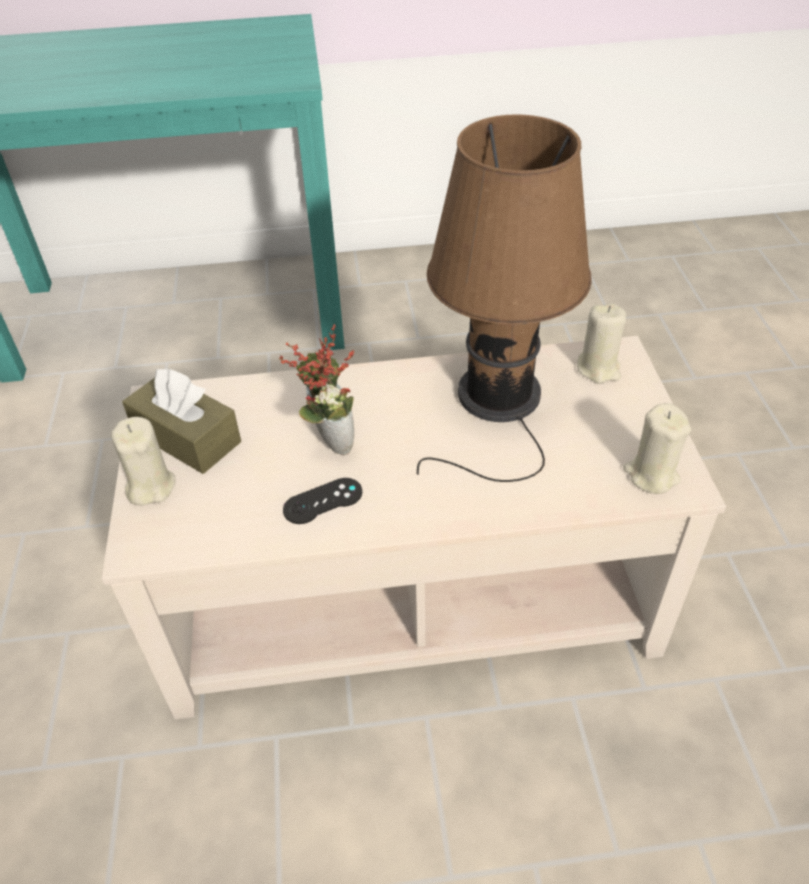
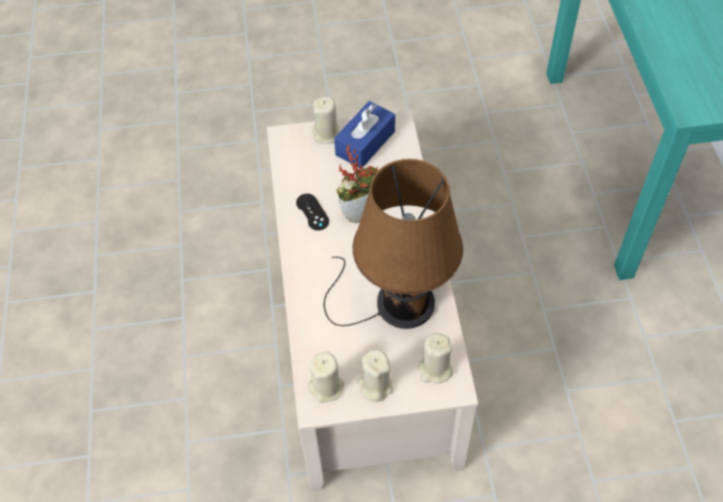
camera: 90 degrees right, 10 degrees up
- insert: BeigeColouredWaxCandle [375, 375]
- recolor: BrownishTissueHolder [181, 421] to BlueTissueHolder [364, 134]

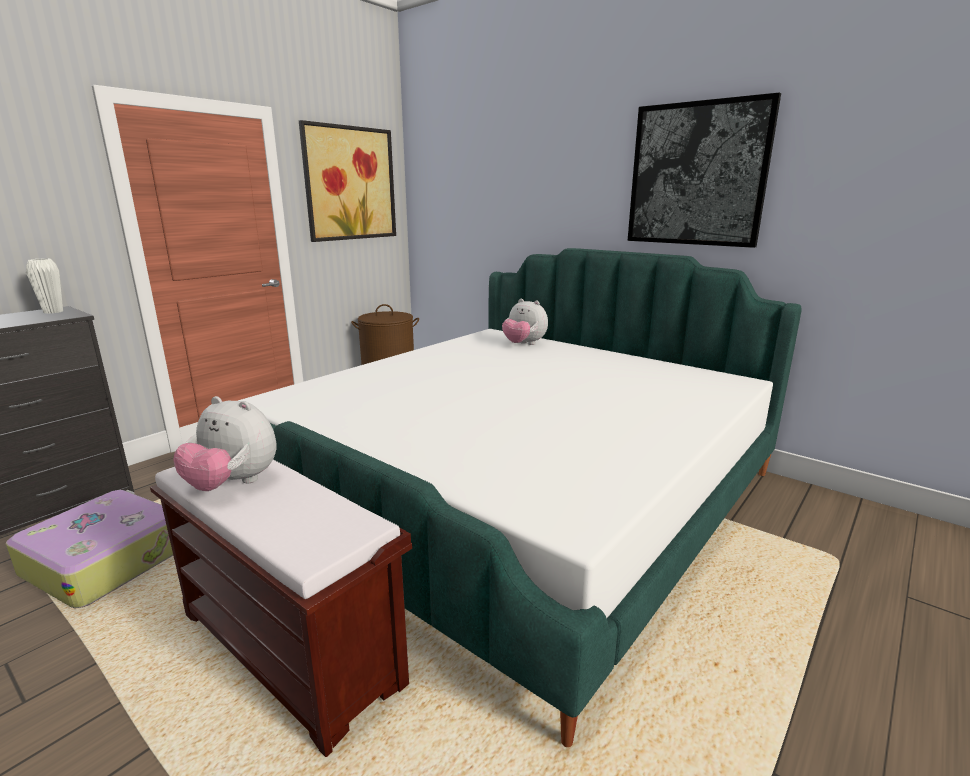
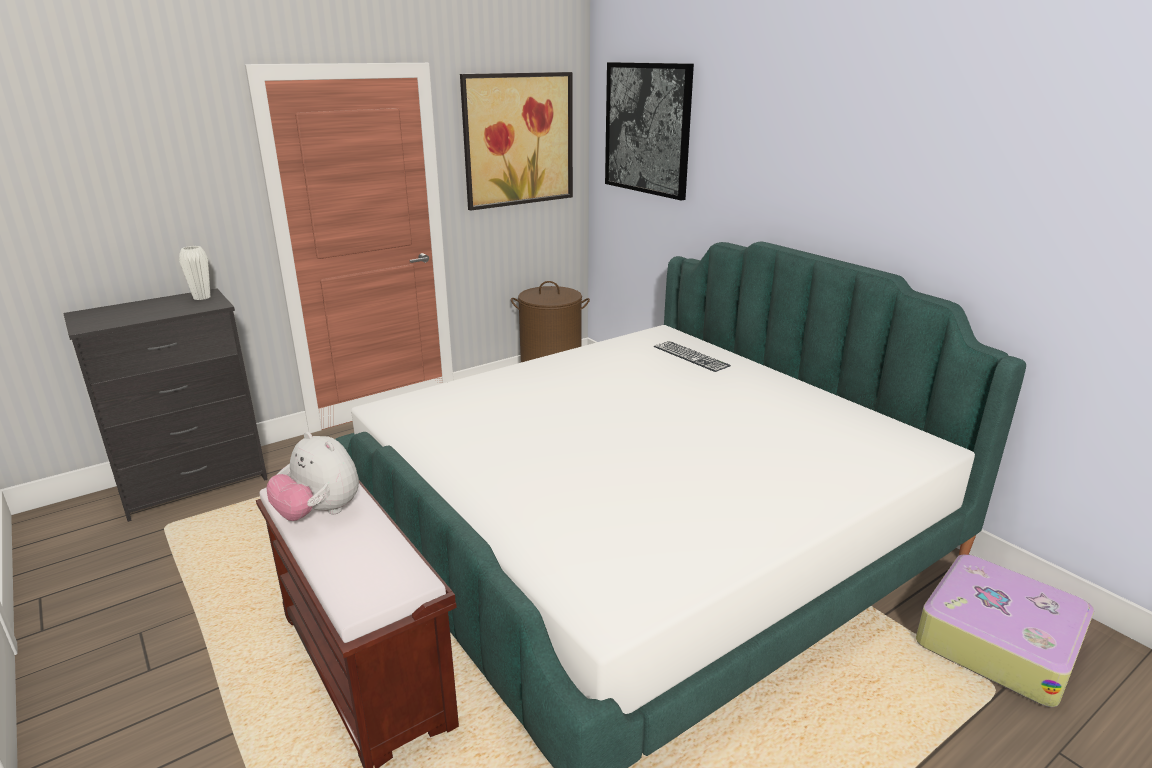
camera: 15 degrees right, 5 degrees up
- move: TravelCase [89, 549] to [1005, 630]
- move: Picture [704, 170] to [649, 131]
- replace: PlushToy [525, 322] to ComputerKeyboard [692, 356]

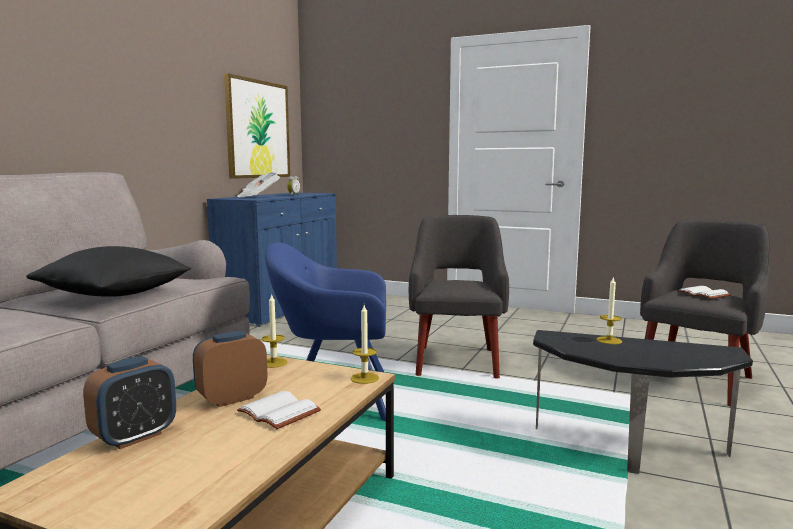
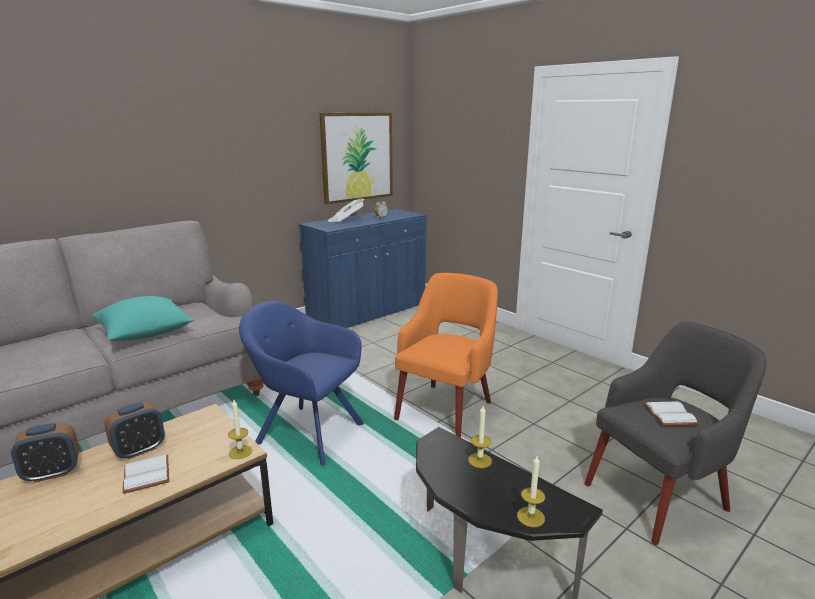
camera: 25 degrees right, 10 degrees up
- move: WaxCandle [274, 330] to [531, 491]
- recolor: BlackPillow [108, 271] to TurquoiseColouredPillow [142, 318]
- recolor: GrayEasyChair [459, 297] to OrangeEasyChair [446, 355]
- rotate: BedsideClock [230, 368] = [135, 431] 150 degrees clockwise

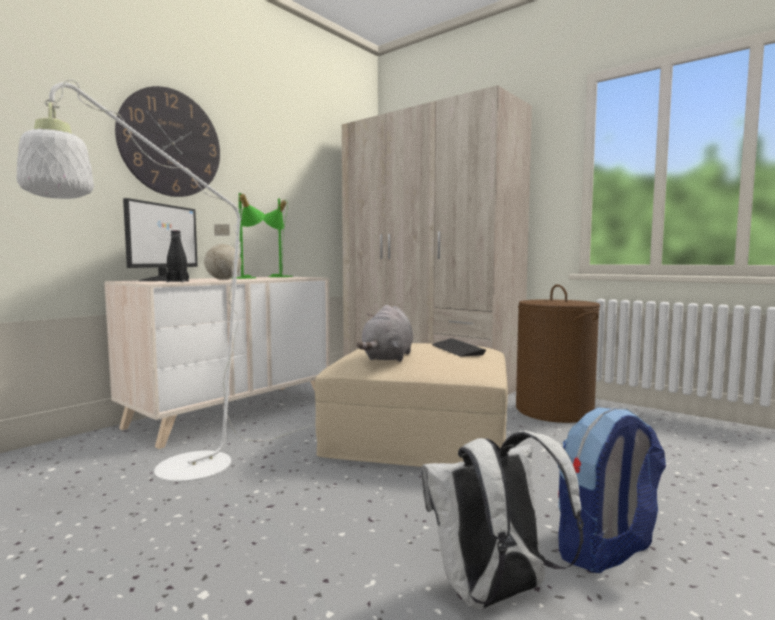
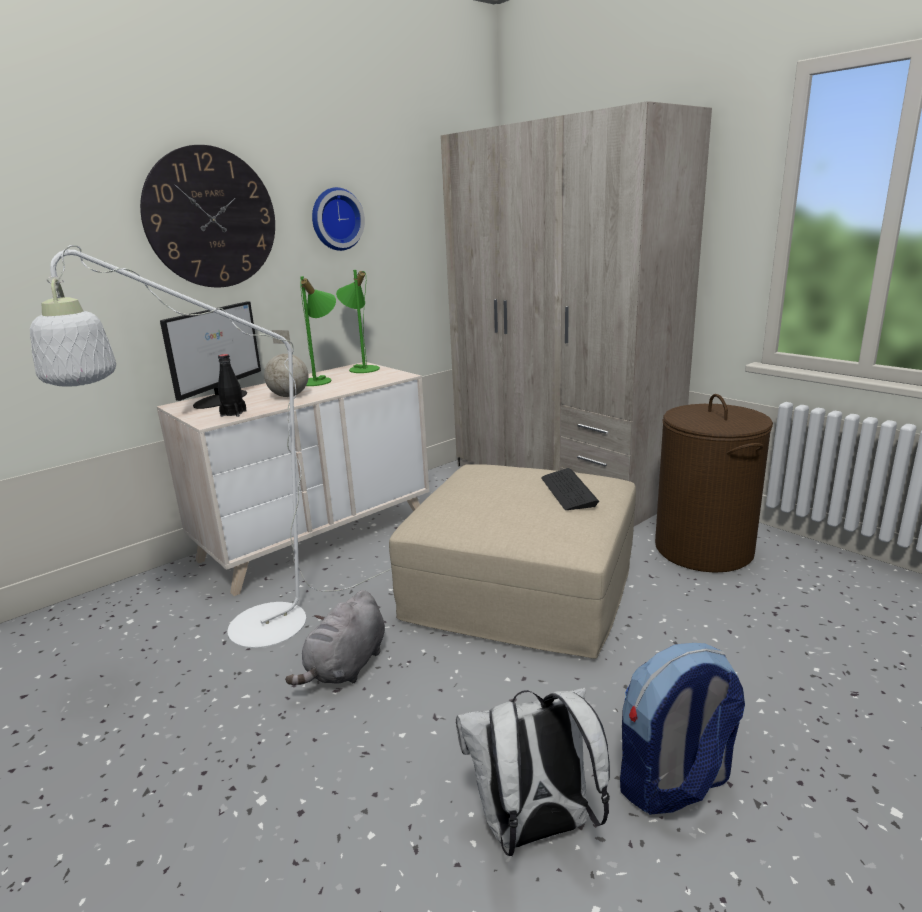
camera: 10 degrees right, 15 degrees up
- insert: WallClock [338, 219]
- move: GrayPlushToy [384, 333] to [335, 637]

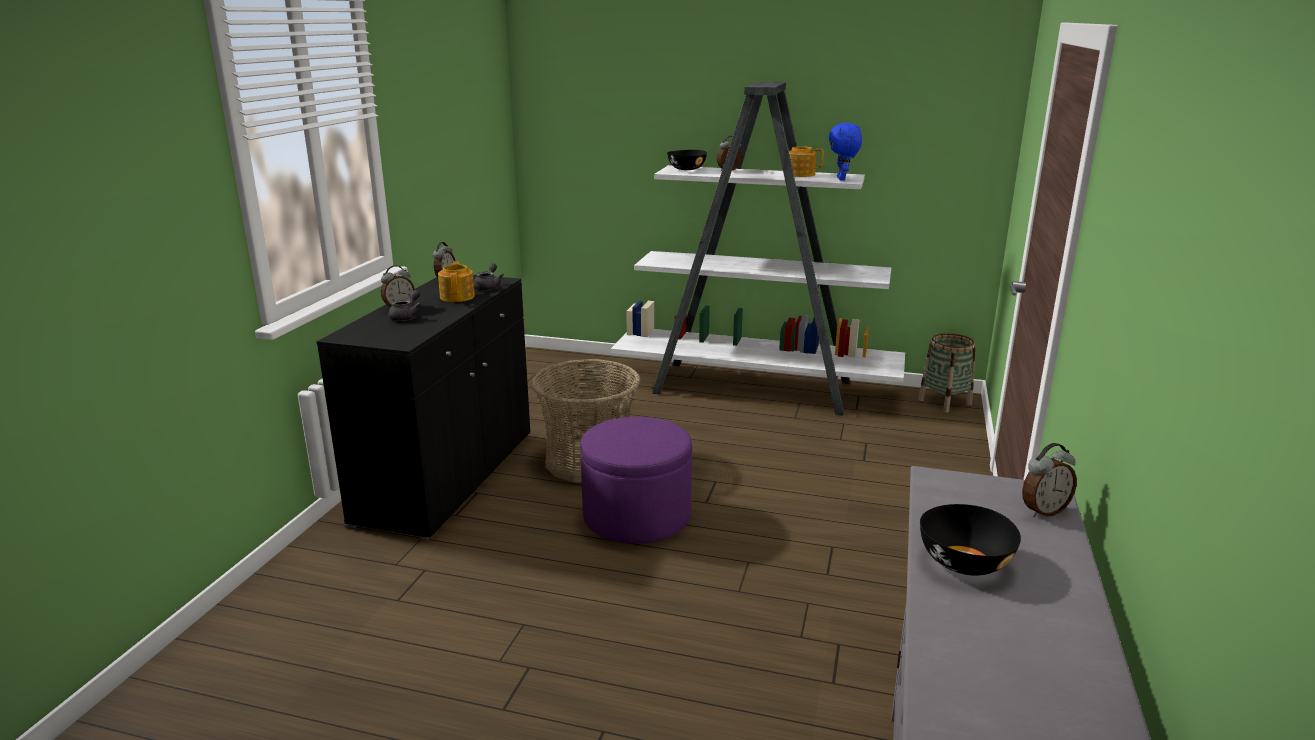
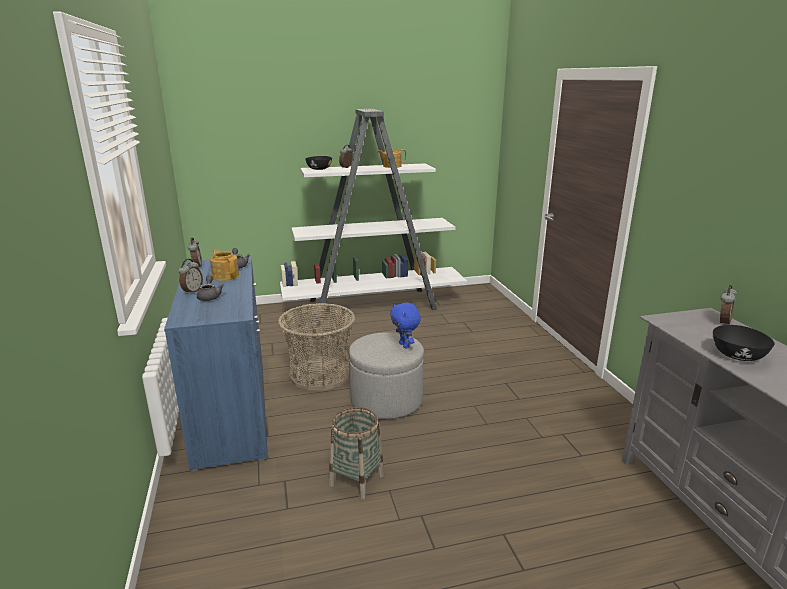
camera: 30 degrees left, 0 degrees up
- move: BluePlushToy [845, 152] to [405, 326]
- move: HouseholdBasket [946, 372] to [356, 453]
- recolor: BlackCabinet [423, 407] to BlueCabinet [216, 364]
- recolor: PurpleOttoman [636, 480] to GrayOttoman [386, 375]

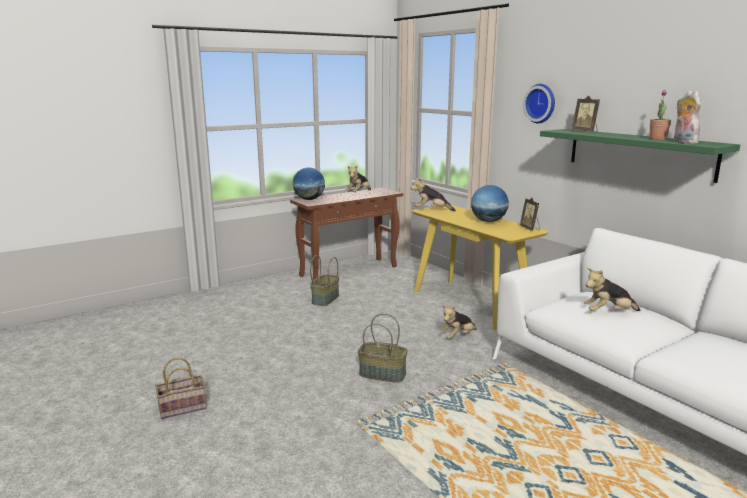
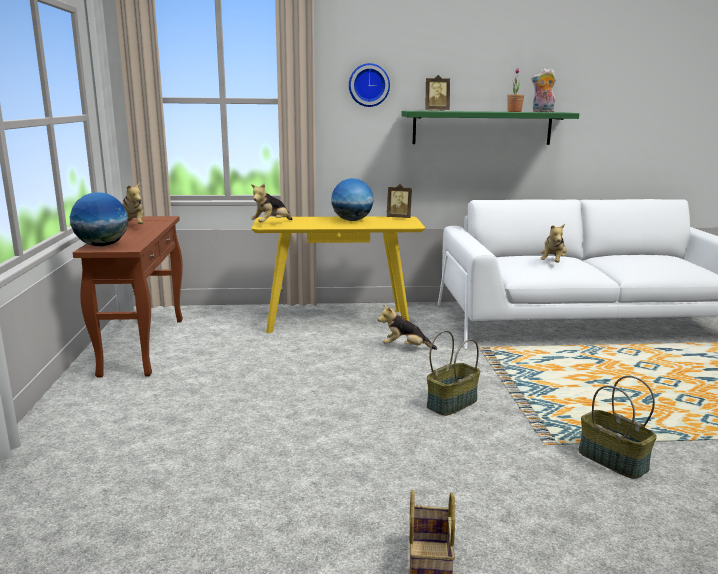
camera: 60 degrees left, 0 degrees up
- move: HouseholdBasket [324, 280] to [617, 427]
- rotate: PlushToy [458, 322] = [407, 327] 105 degrees clockwise

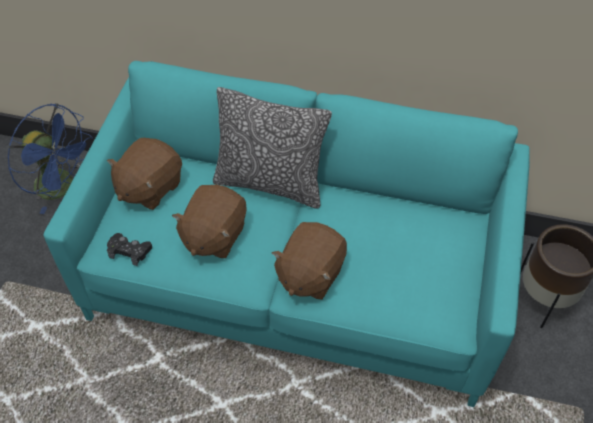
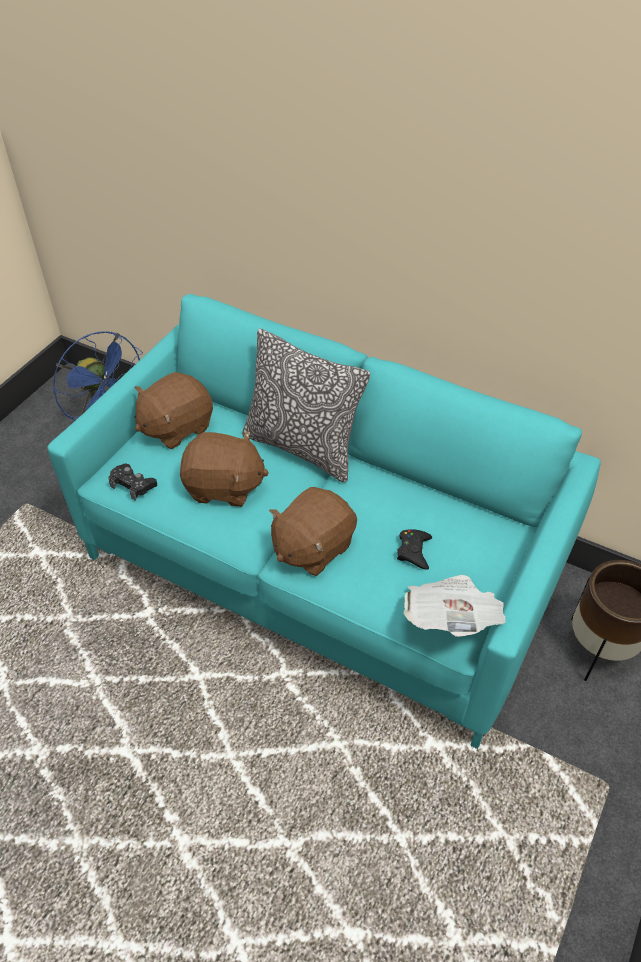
camera: 15 degrees right, 5 degrees down
- insert: BlackJoypad [414, 549]
- insert: DailyPaper [454, 606]
- rotate: BrownishPlushToy [209, 221] = [224, 469] 120 degrees counterclockwise

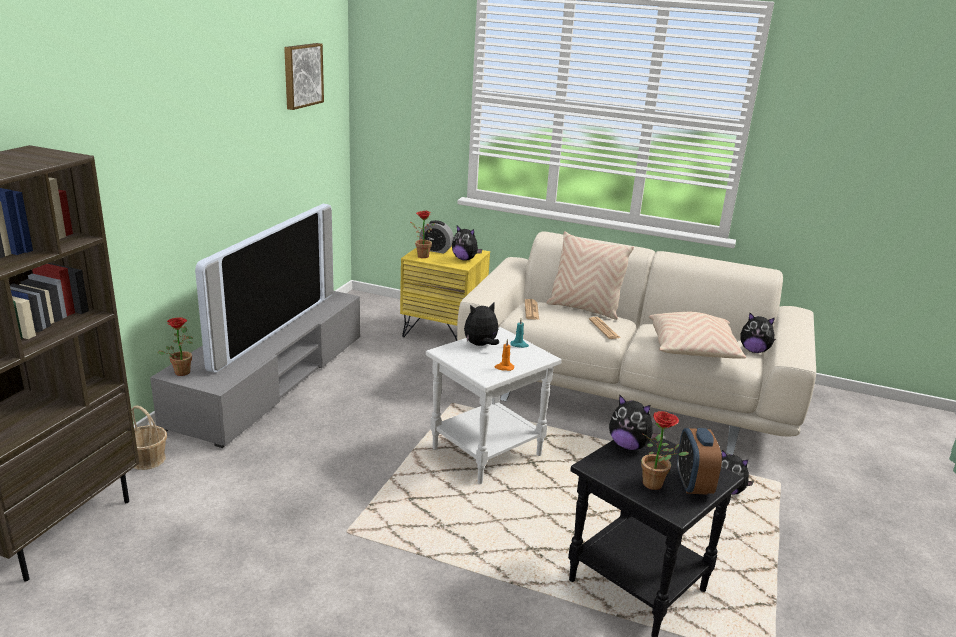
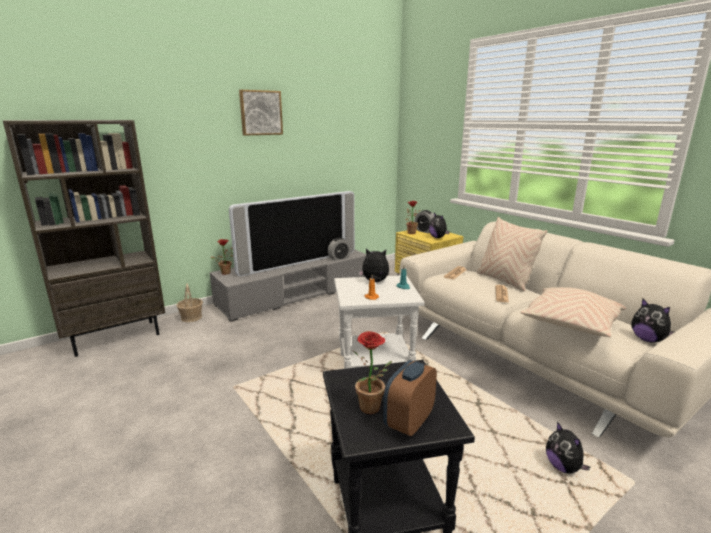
camera: 35 degrees right, 5 degrees down
- delete: PlushToy [634, 422]
- insert: BedsideClock [339, 249]
- move: Picture [304, 76] to [261, 112]

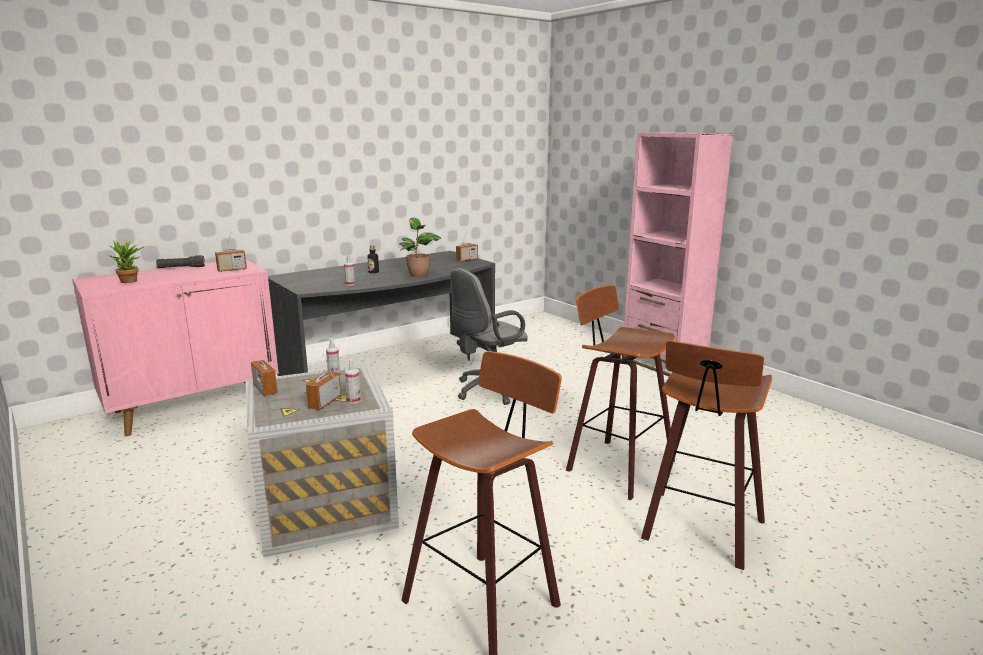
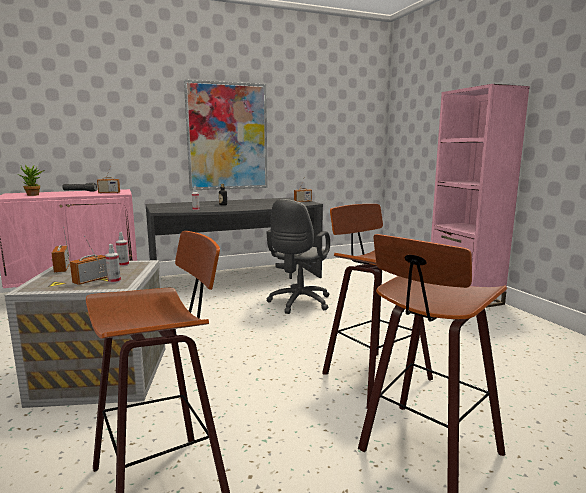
camera: 15 degrees right, 5 degrees down
- delete: Houseplant [420, 247]
- insert: Picture [226, 135]
- rotate: GrayComputerChair [489, 336] = [298, 256] 45 degrees counterclockwise

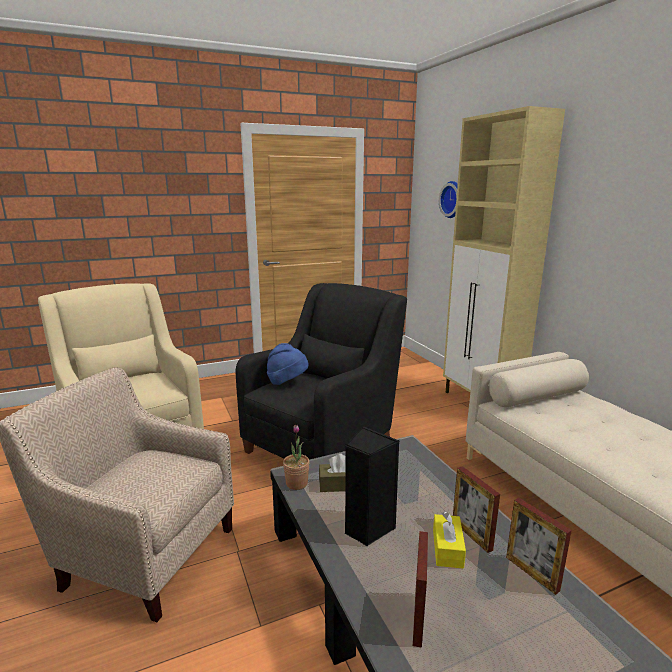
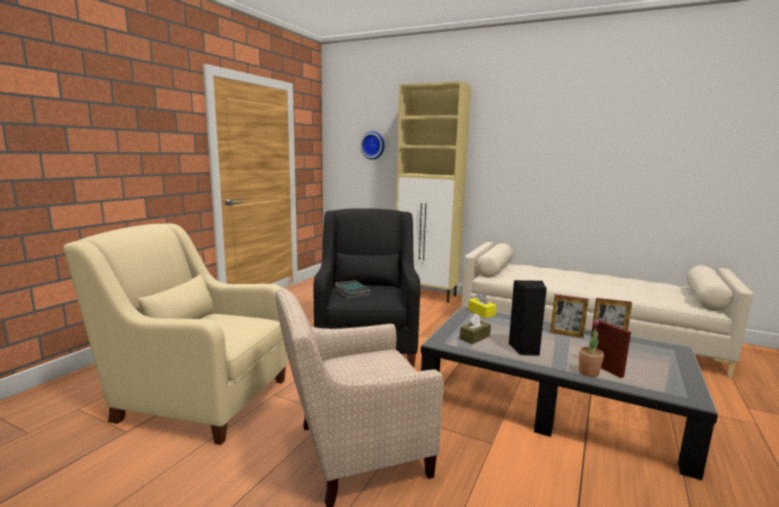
camera: 40 degrees left, 5 degrees down
- move: Houseplant [296, 457] to [591, 348]
- move: YellowishTissueHolder [449, 540] to [482, 305]
- replace: BlueWearableHat [288, 364] to Volume [352, 289]

